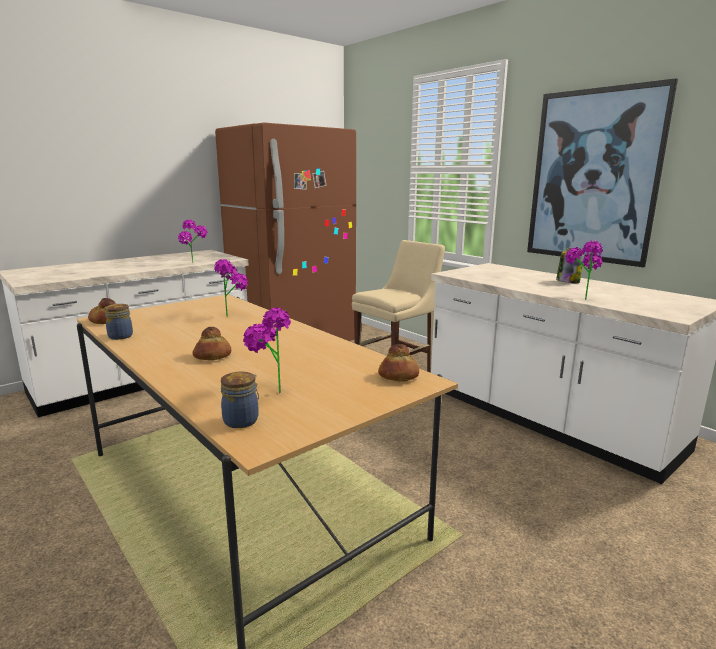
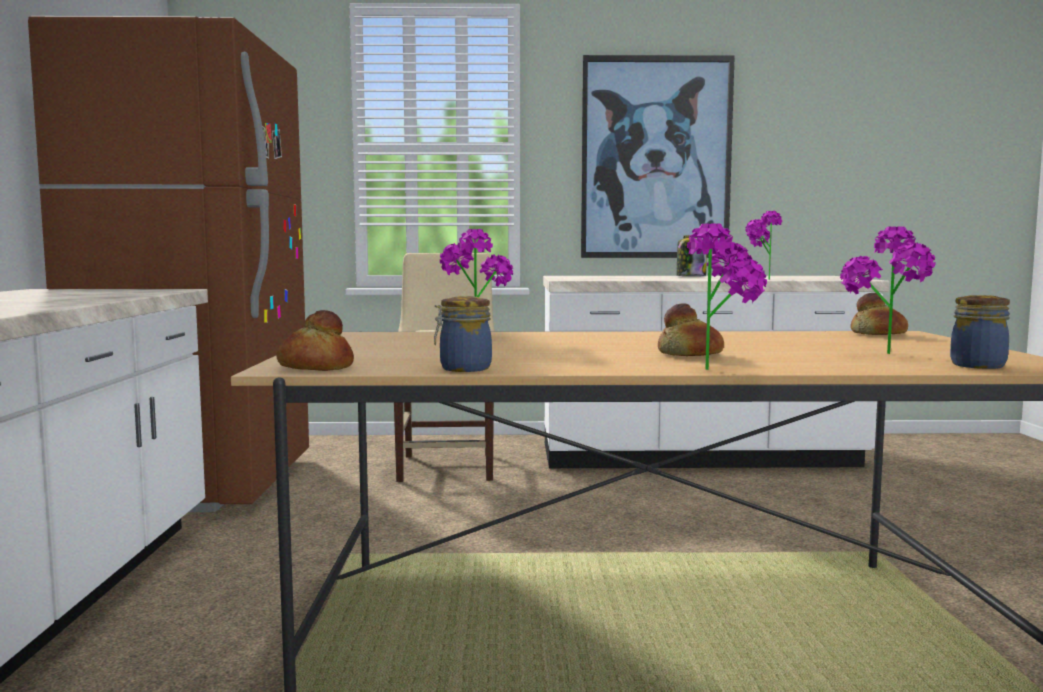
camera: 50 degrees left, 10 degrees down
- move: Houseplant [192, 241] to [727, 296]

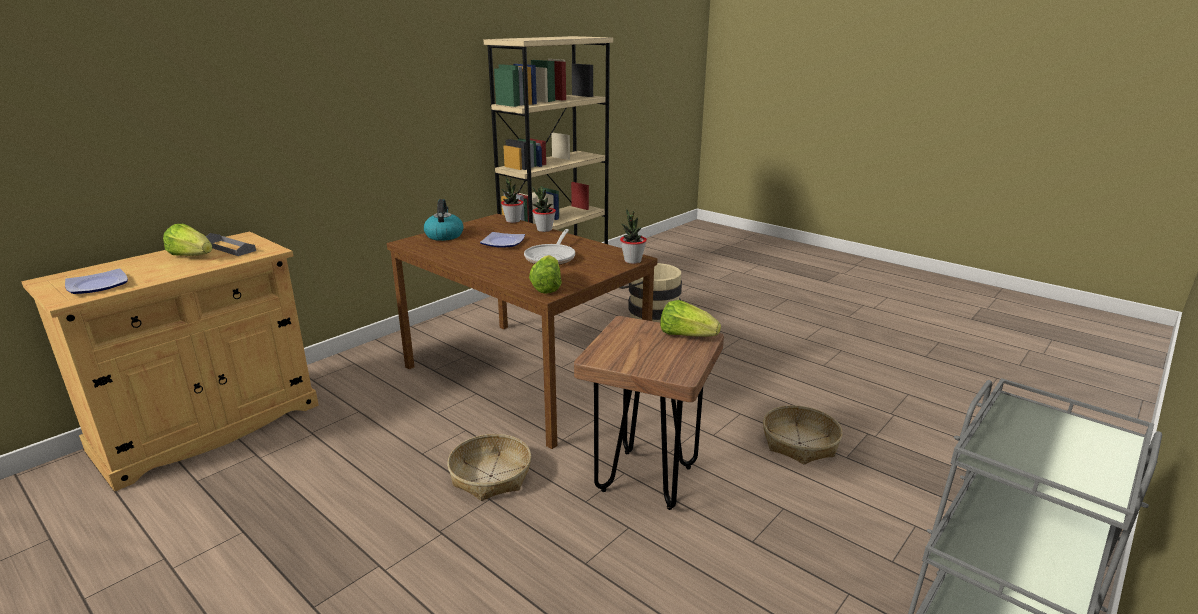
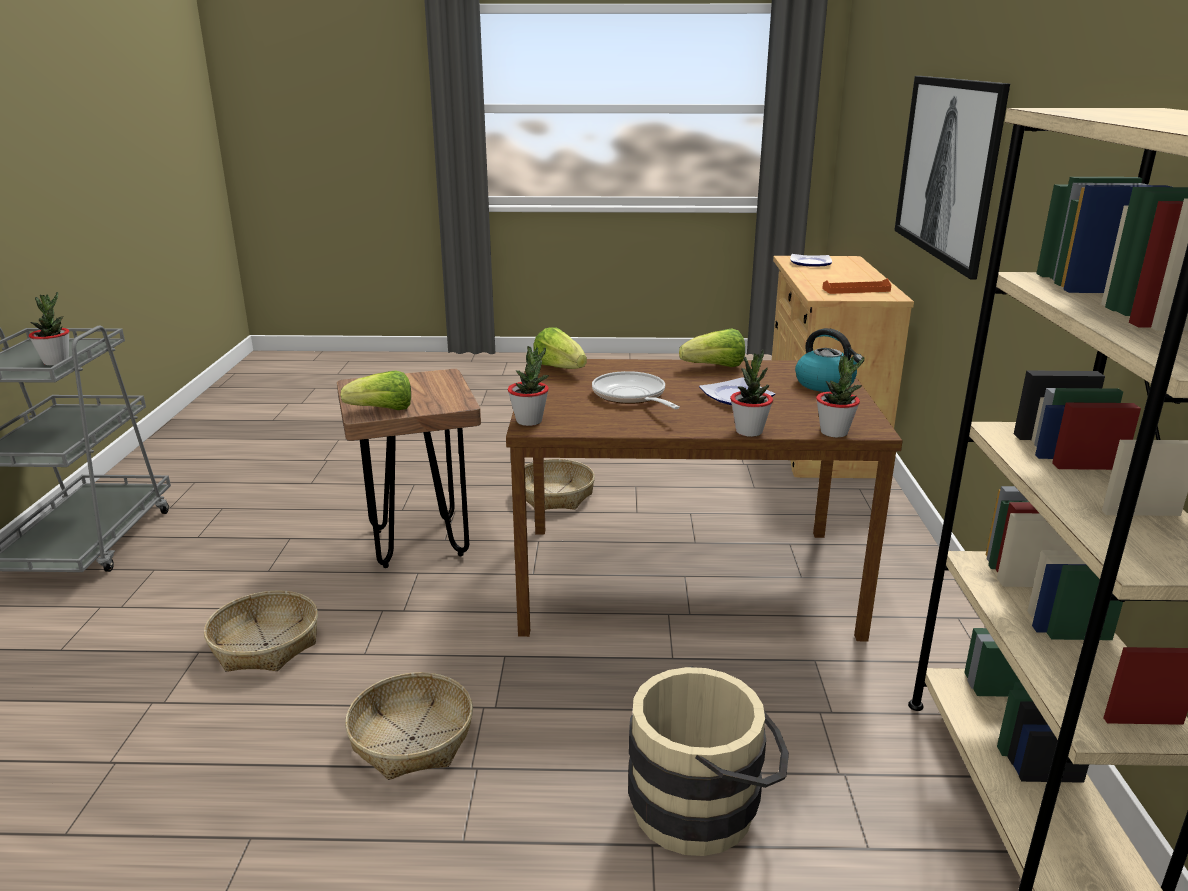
camera: 140 degrees right, 0 degrees up
- insert: Houseplant [49, 329]
- insert: HouseholdBasket [409, 726]
- insert: Picture [952, 178]
- move: Lettuce [187, 240] to [712, 348]
- recolor: GrayTray [231, 244] to OrangeTray [856, 286]

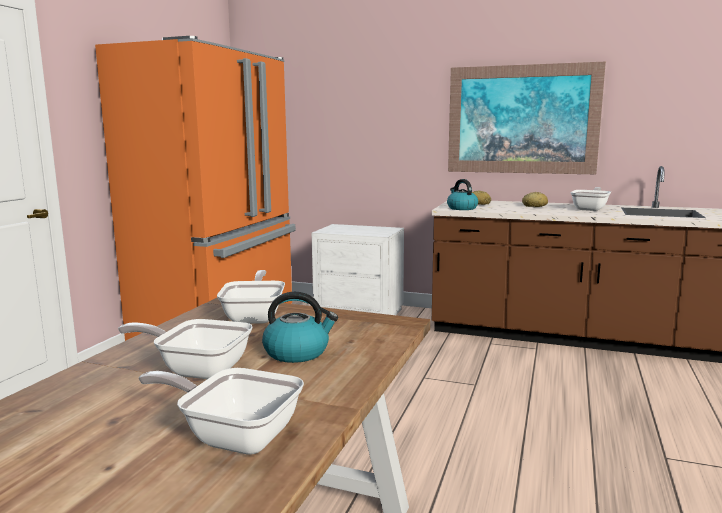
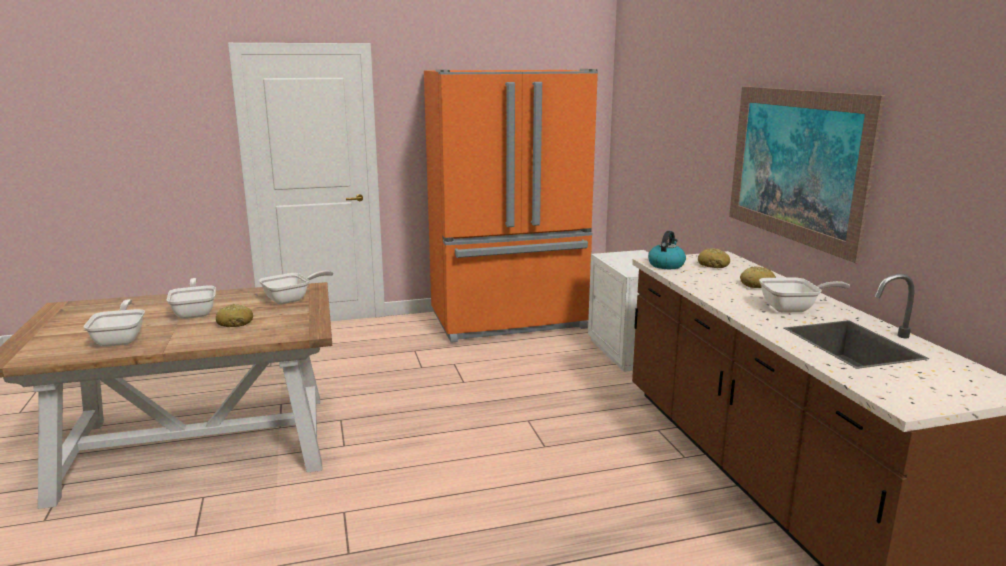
camera: 55 degrees right, 5 degrees up
- replace: WaterKettle [300, 327] to BakedBread [234, 315]

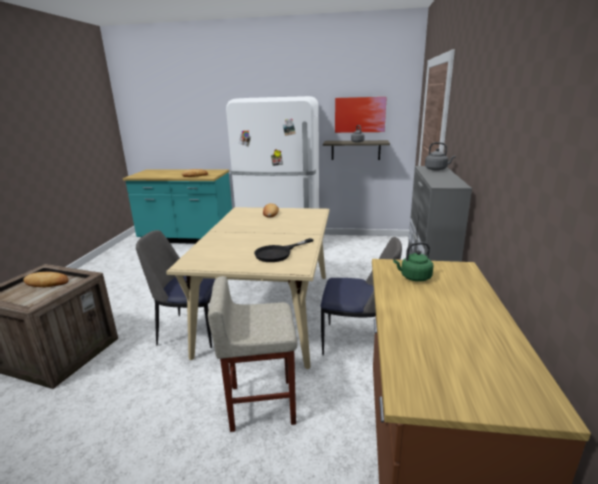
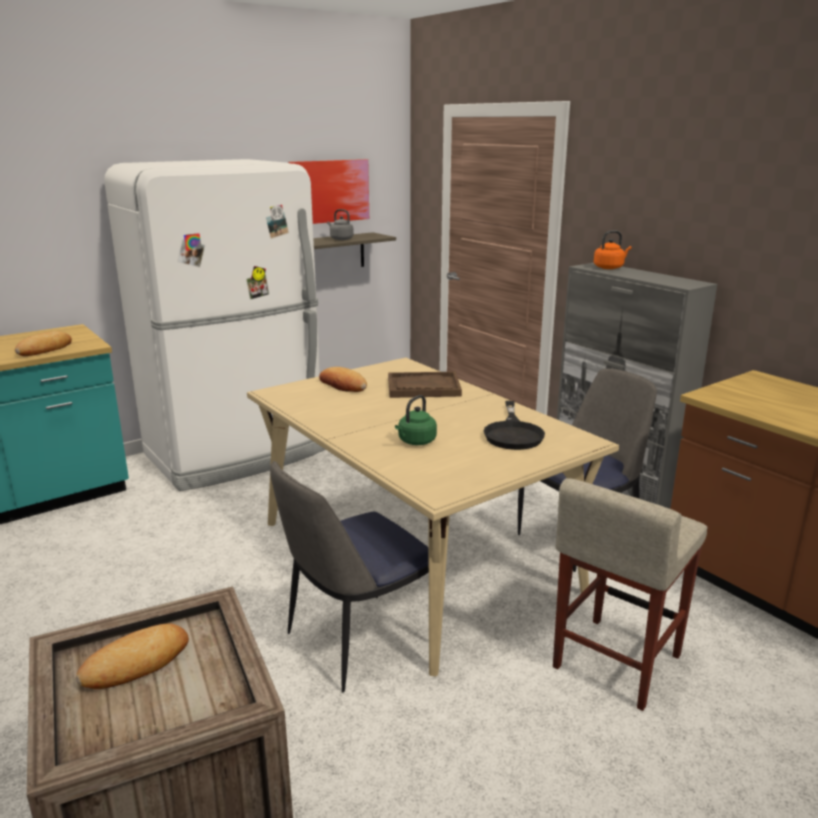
camera: 45 degrees left, 0 degrees up
- insert: BrownishTray [425, 385]
- move: GreenishWaterKettle [413, 262] to [416, 420]
- recolor: GrayWaterKettle [440, 156] to OrangeWaterKettle [613, 250]

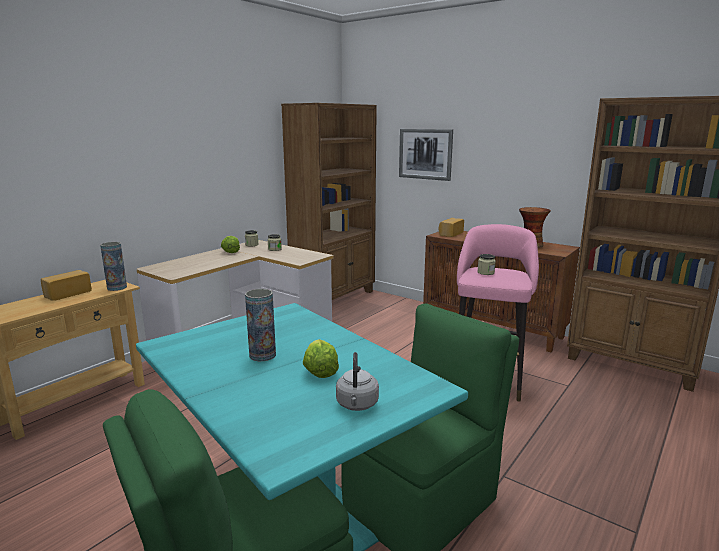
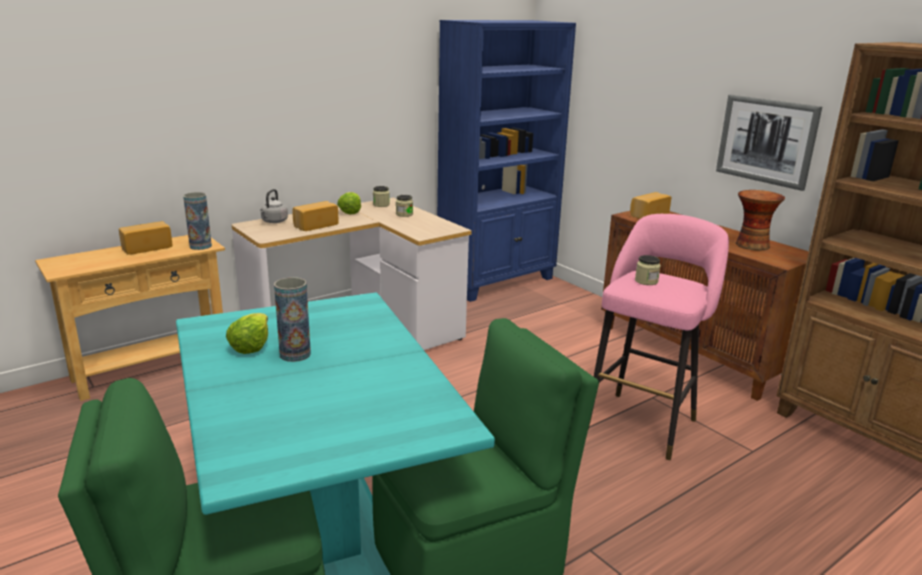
camera: 15 degrees right, 5 degrees up
- insert: BakedBread [316, 216]
- move: Lettuce [321, 358] to [247, 333]
- move: GrayWaterKettle [357, 381] to [274, 206]
- move: Picture [426, 155] to [769, 143]
- recolor: BrownishBookcase [329, 201] to BlueBookcase [506, 161]

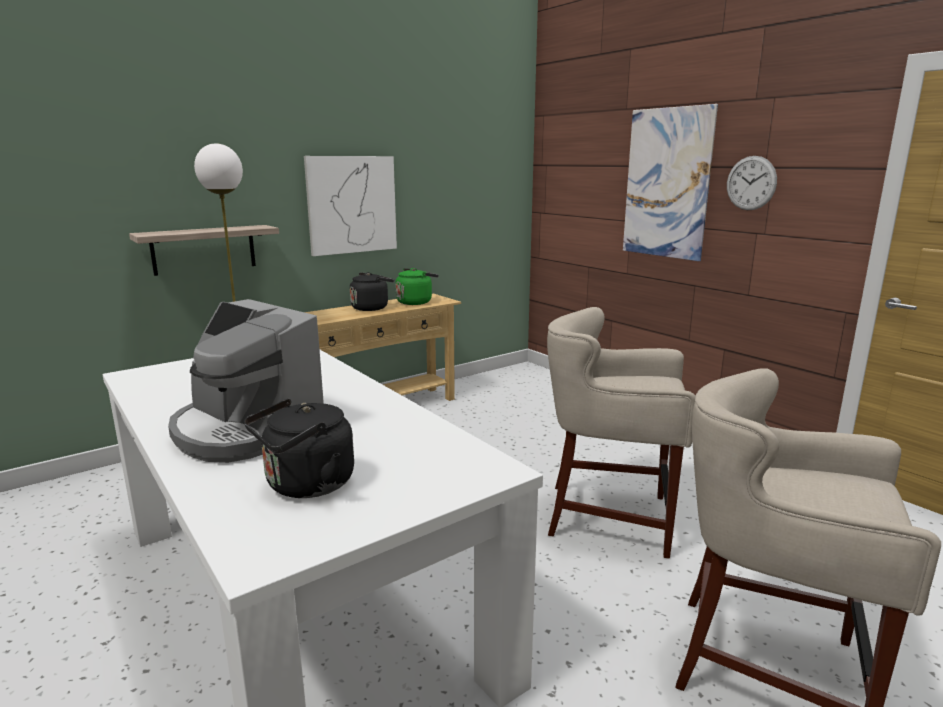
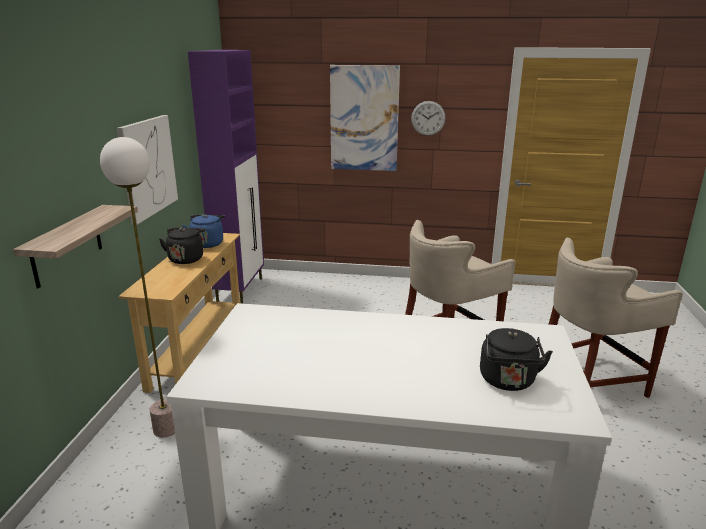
camera: 45 degrees left, 5 degrees up
- delete: CoffeeMachine [246, 381]
- insert: PurpleCabinet [226, 177]
- recolor: GreenishWaterKettle [417, 286] to BlueWaterKettle [203, 231]

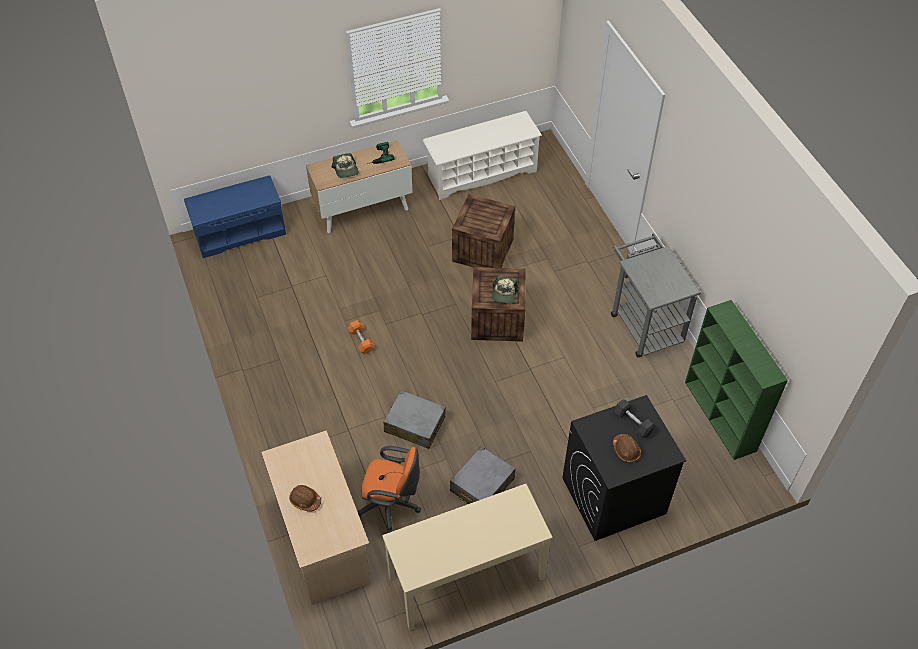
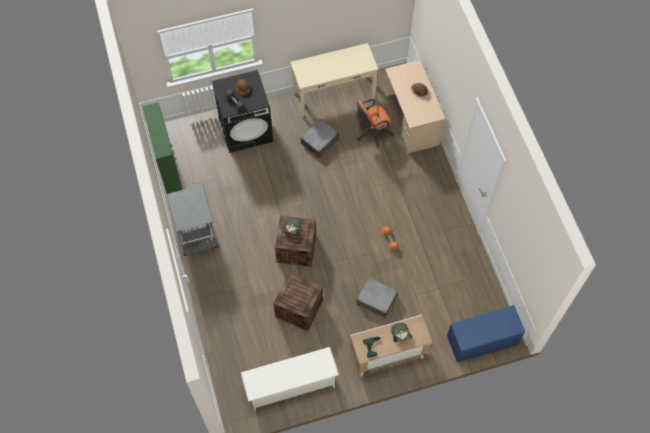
camera: 175 degrees left, 10 degrees up
- move: GrayTravelCase [414, 419] to [377, 298]
- rotate: OrangeComputerChair [389, 489] = [375, 123] 45 degrees counterclockwise

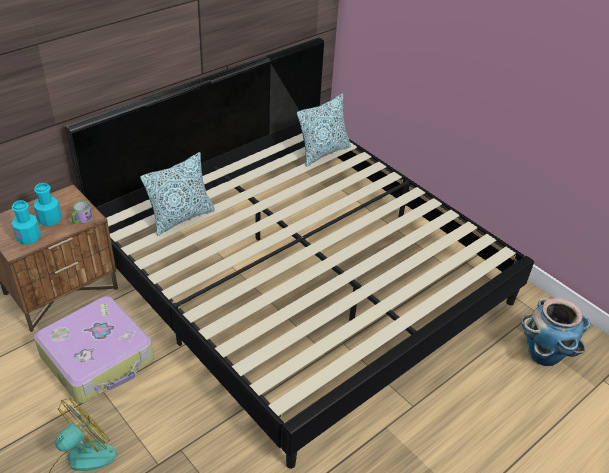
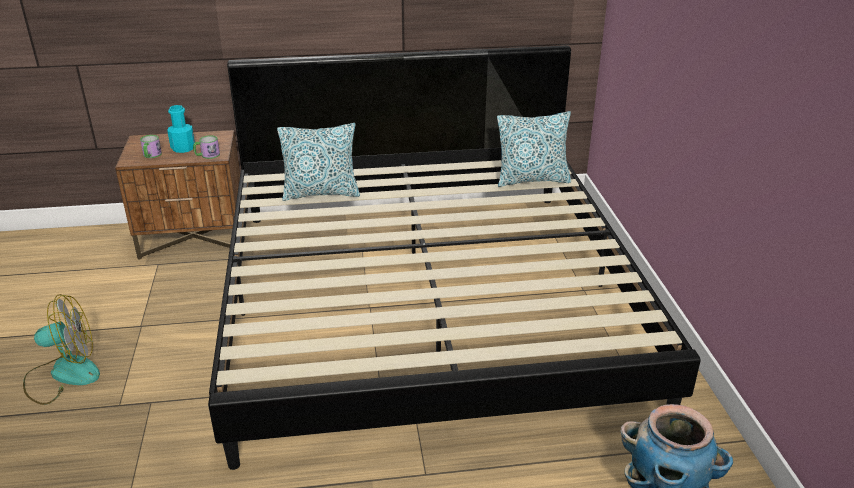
camera: 35 degrees right, 10 degrees down
- delete: TravelCase [94, 350]
- replace: TurquoiseColouredBottle [26, 222] to TeaMug [151, 146]

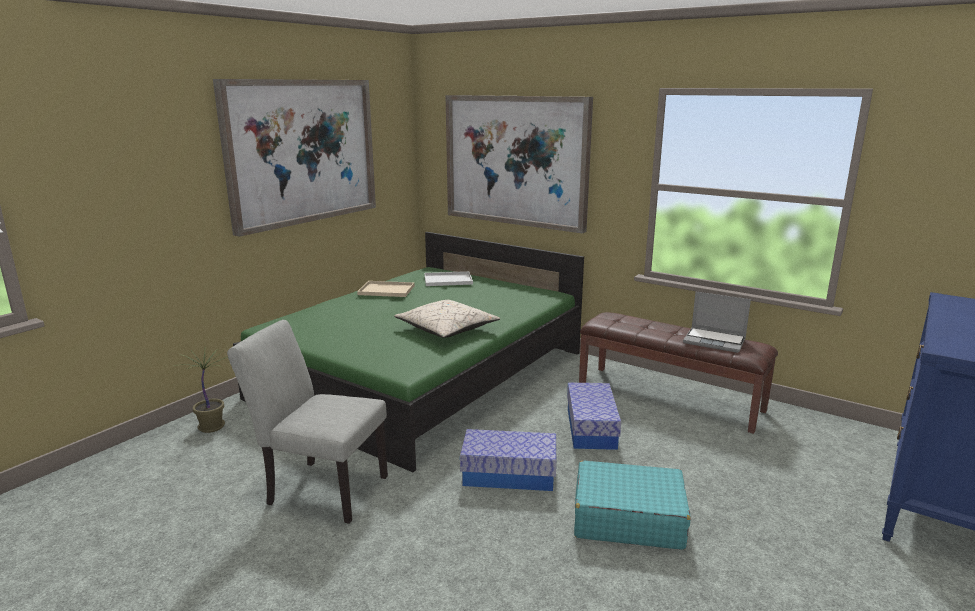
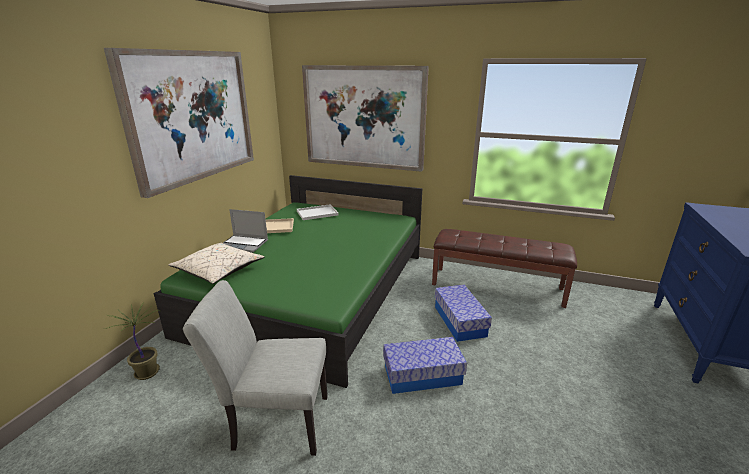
camera: 15 degrees left, 5 degrees up
- delete: TurquoiseColouredTravelCase [632, 505]
- move: BeigeColouredPillow [447, 319] to [216, 263]
- move: Laptop [717, 322] to [245, 231]

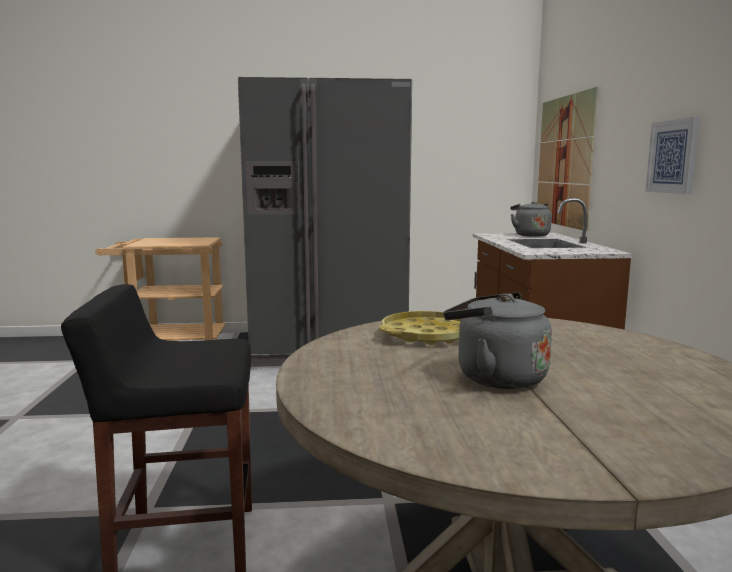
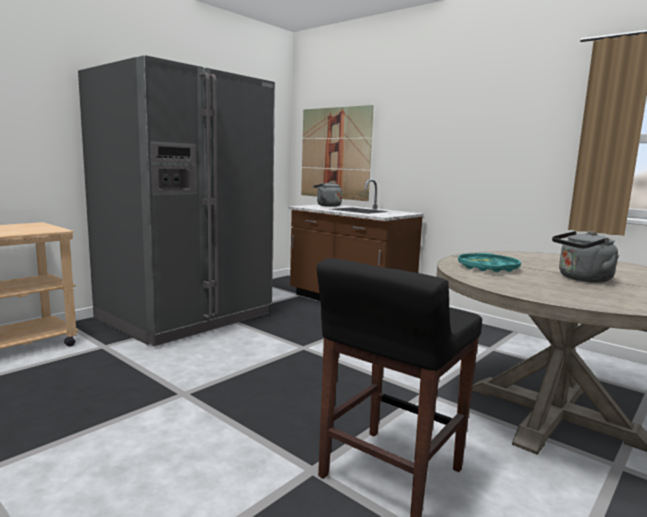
camera: 45 degrees left, 0 degrees up
- delete: Picture [672, 155]
- recolor: YellowishTray [420, 328] to TurquoiseColouredTray [489, 262]

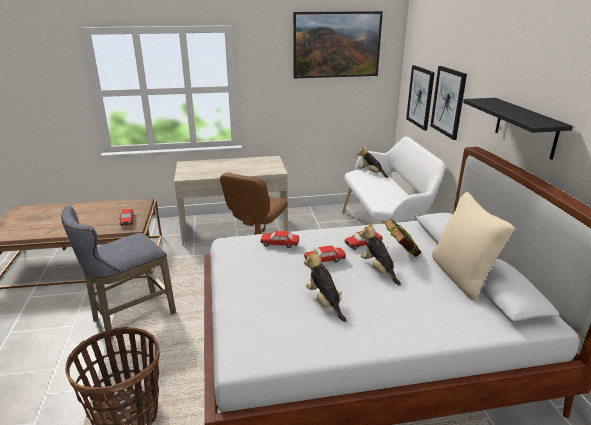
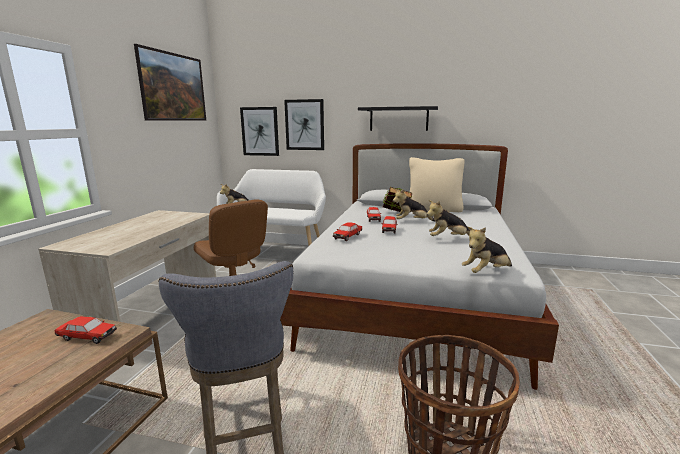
camera: 65 degrees left, 10 degrees down
- insert: PlushToy [487, 250]

